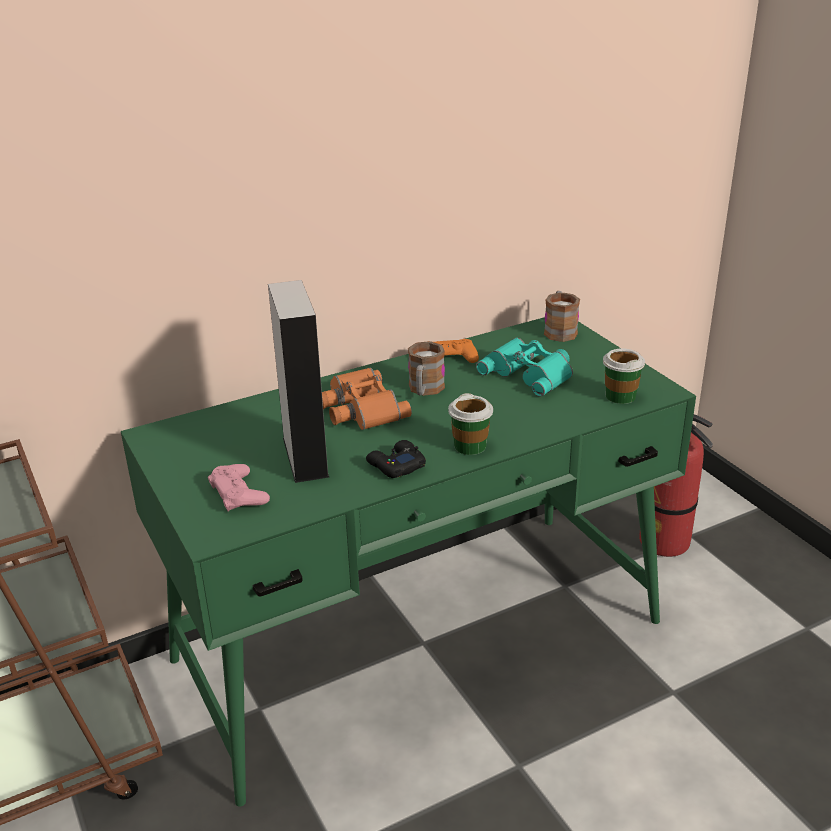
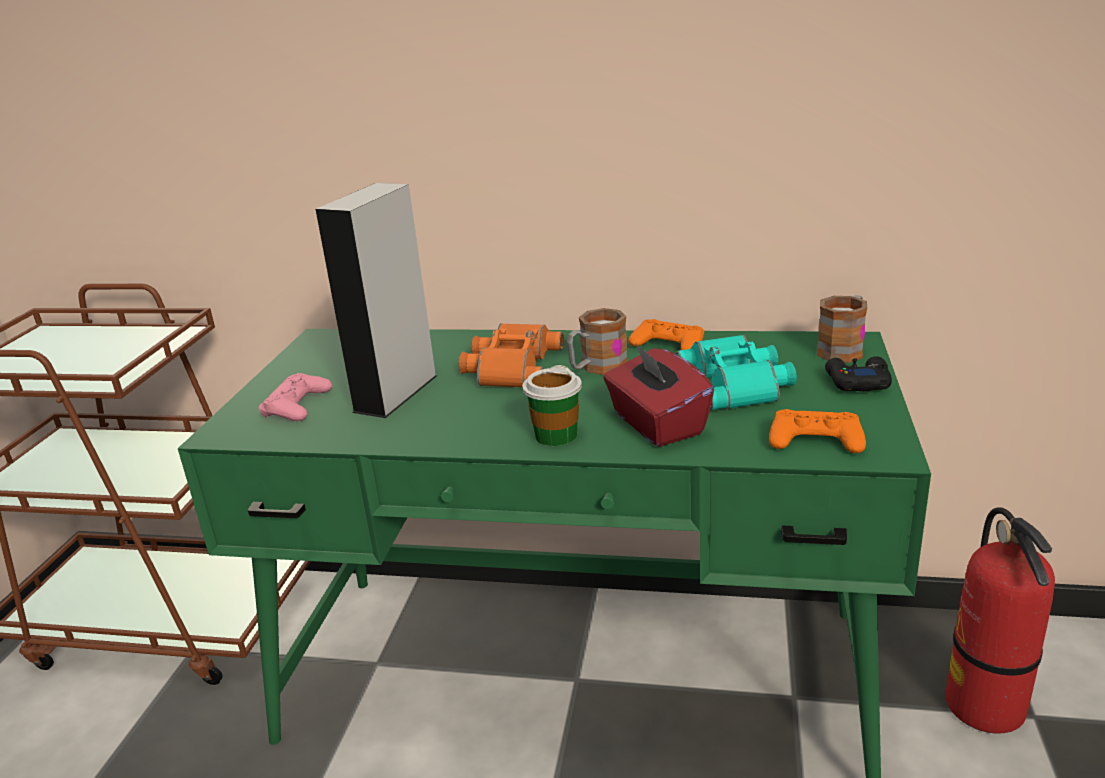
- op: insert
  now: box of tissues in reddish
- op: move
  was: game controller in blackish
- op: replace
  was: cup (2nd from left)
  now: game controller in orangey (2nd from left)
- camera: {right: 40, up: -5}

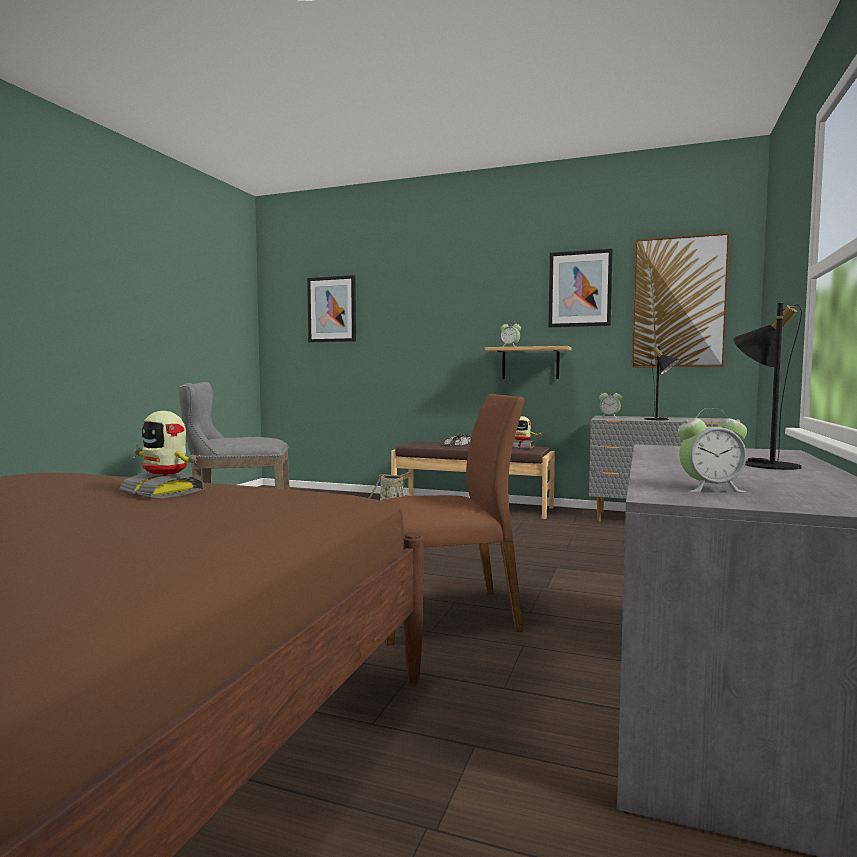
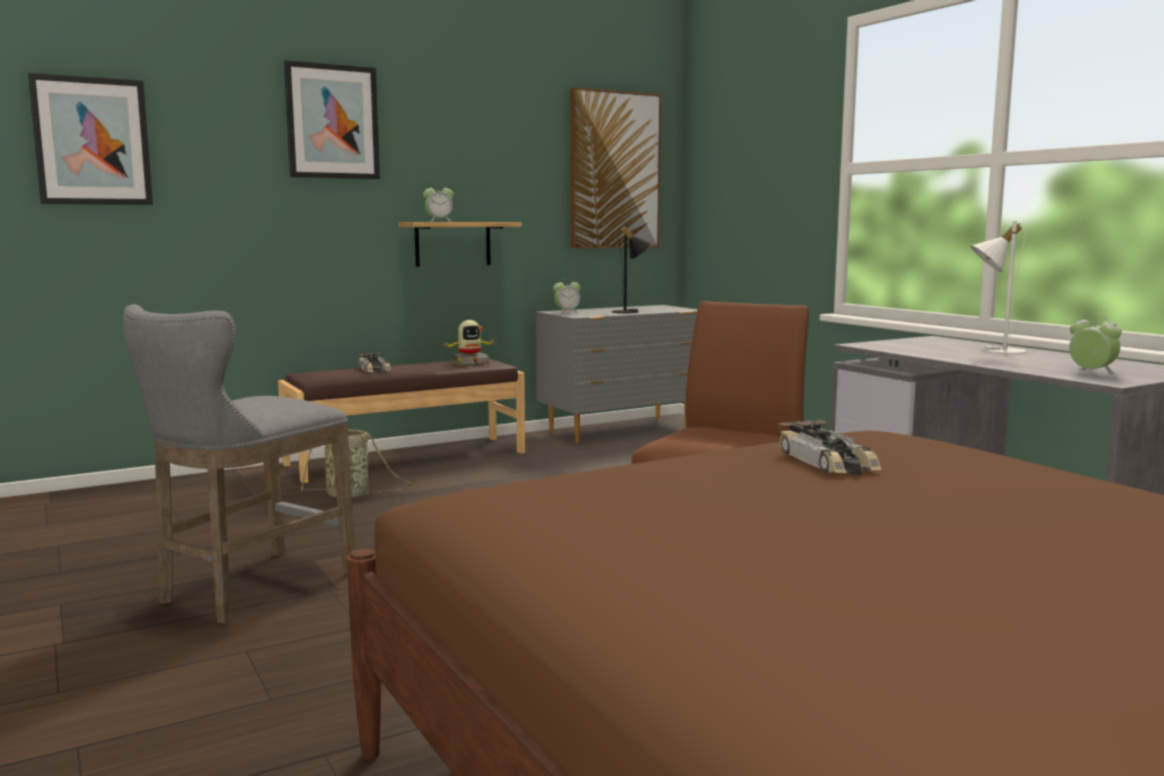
- op: move
  was: wall art (2nd from left)
- op: replace
  was: robot figure (1st from left)
  now: toy car (2nd from left)
- op: recolor
  was: lamp for a table in blackish (2nd from left)
  now: lamp for a table in white-coloured
- op: rotate
  was: table clock (3rd from left)
  clockwise: -75
- camera: {right: -50, up: 5}

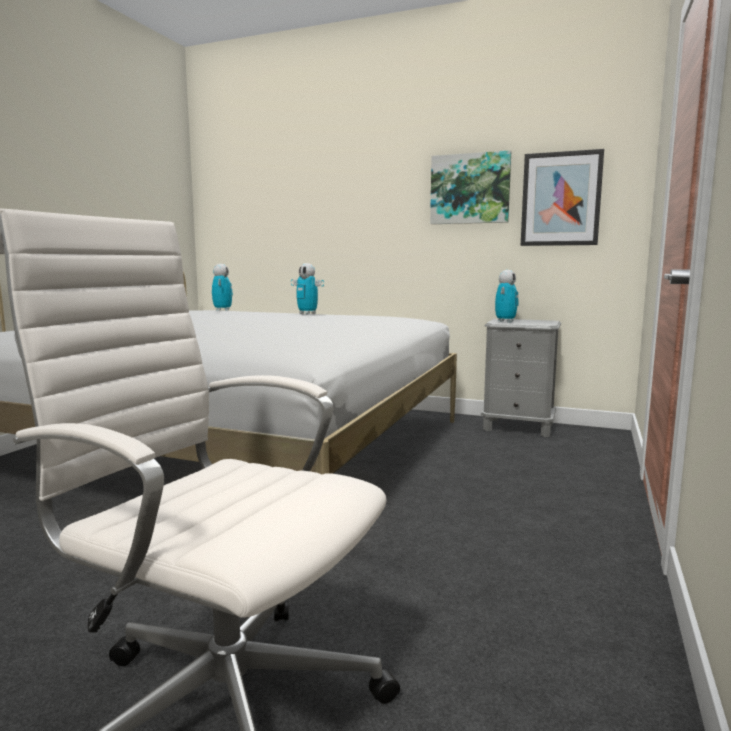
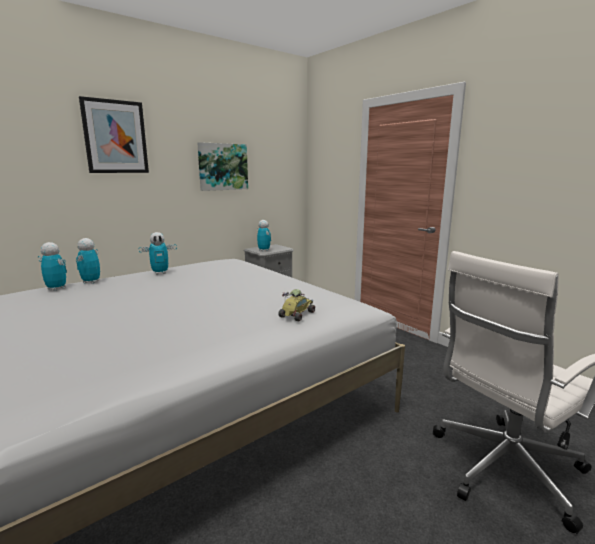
- op: insert
  now: robot figure (2nd from left)
- op: insert
  now: toy car
- op: move
  was: wall art (2nd from left in the first image)
  now: wall art (1st from left)
- camera: {right: -60, up: 5}

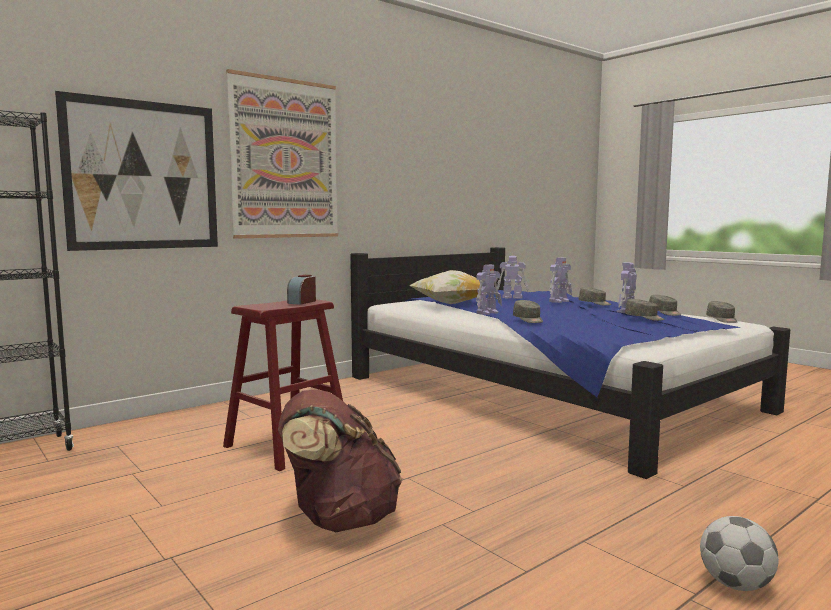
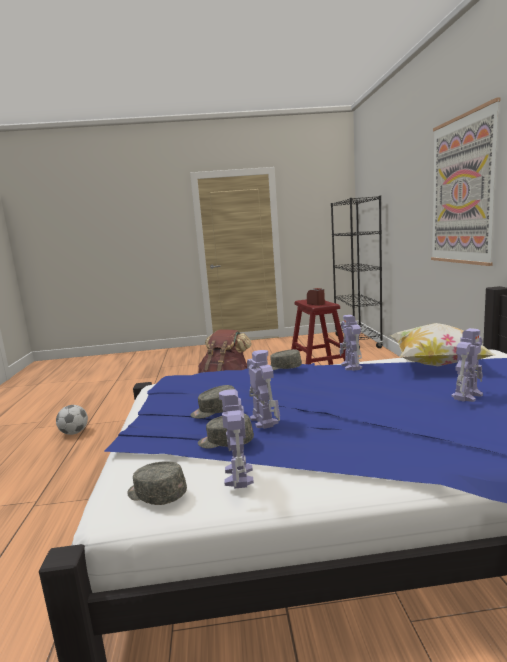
- op: delete
  was: wall art (1st from left)
- op: delete
  was: cap in gray (2nd from left)
- op: move
  was: robot figure (3rd from left in the first image)
  now: robot figure (1st from left)
- camera: {right: 125, up: 5}

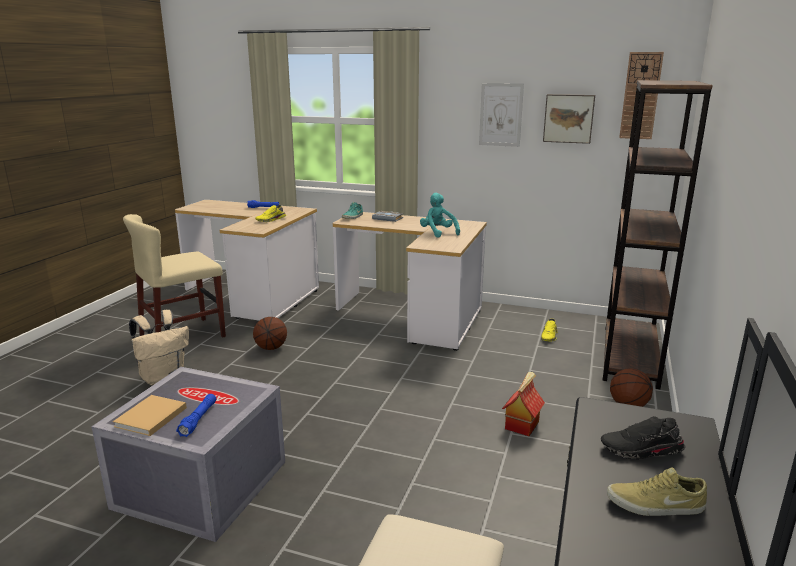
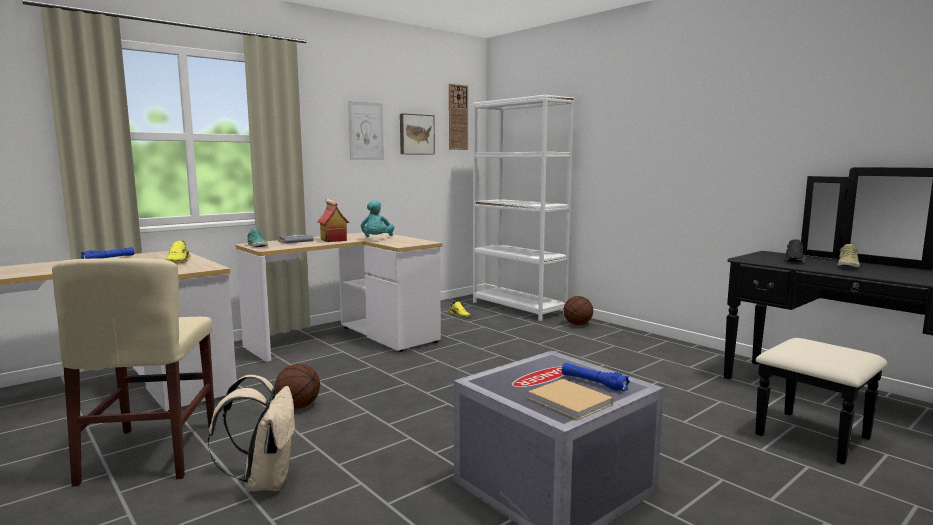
- op: move
  was: miniature house
- op: recolor
  was: shelving unit in brown
  now: shelving unit in white-coloured
- op: rotate
  was: plush toy in blue-green
  clockwise: -90
- camera: {right: -60, up: -10}

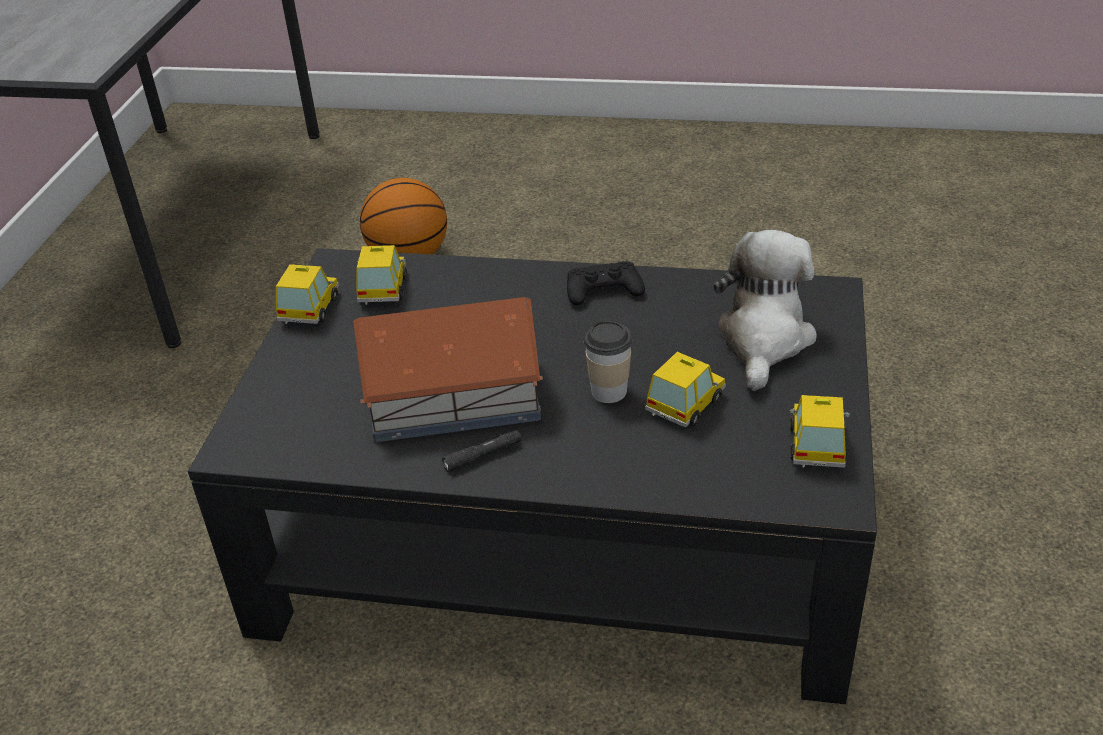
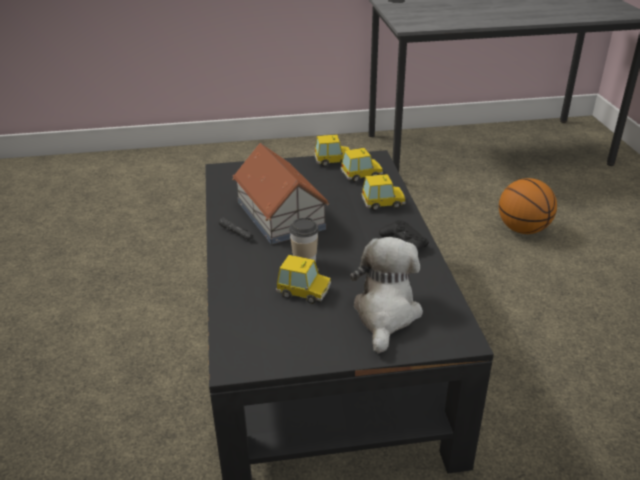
- op: move
  was: toy car (4th from left)
- op: rotate
  was: plush toy
  clockwise: -75
- camera: {right: 70, up: -5}

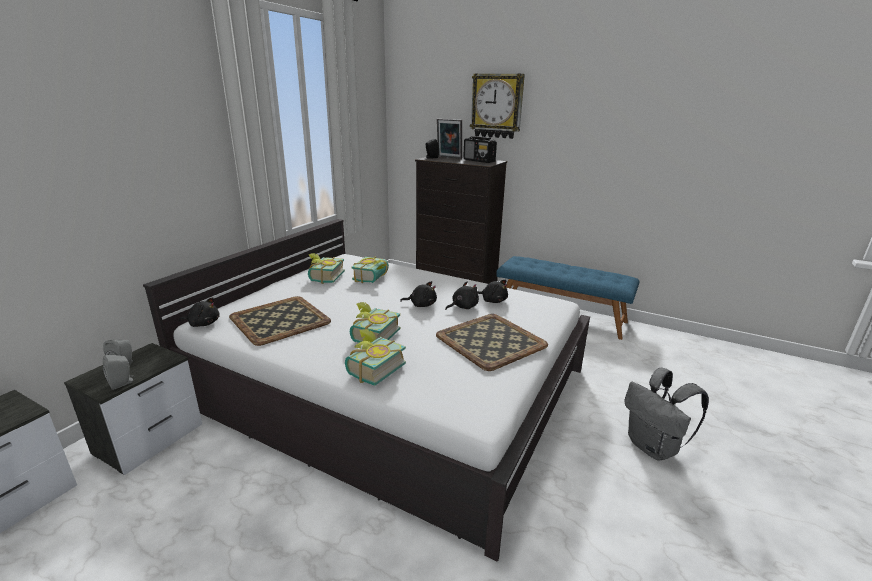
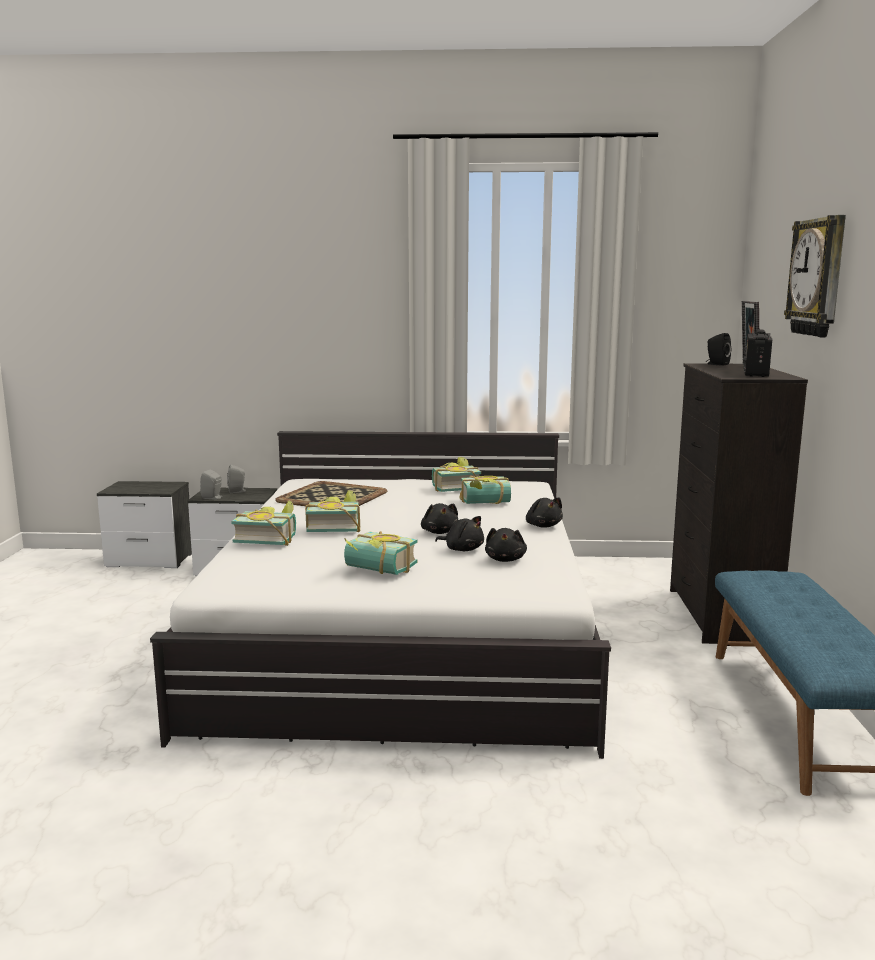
- op: delete
  was: rucksack in gray
- op: move
  was: plush toy in blackish (1st from left in the first image)
  now: plush toy in blackish (4th from left)
- op: replace
  was: serving tray (2nd from left)
  now: book (3rd from left)
- camera: {right: 65, up: -10}

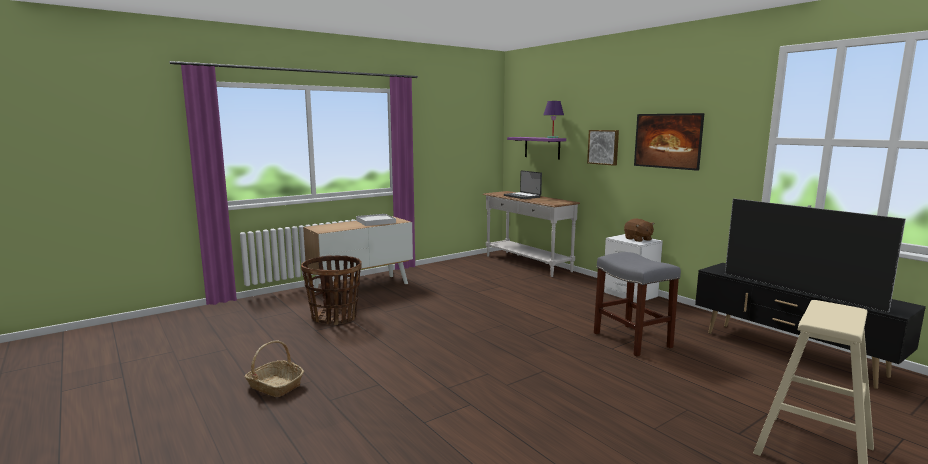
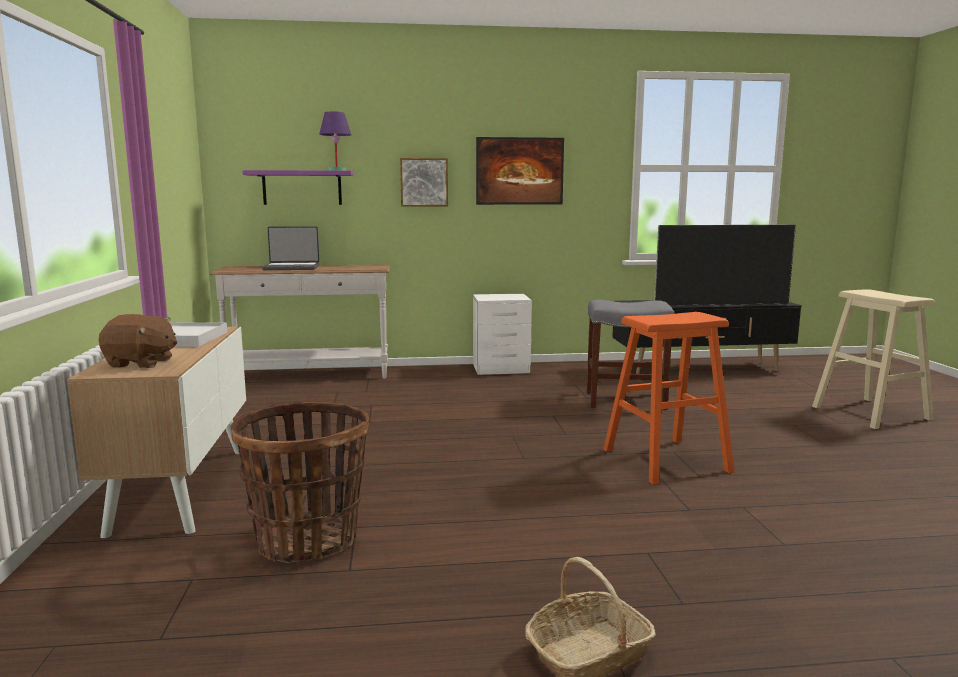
- op: insert
  now: sitting stool in orangey
- op: move
  was: plush toy in brown
- camera: {right: -60, up: 0}

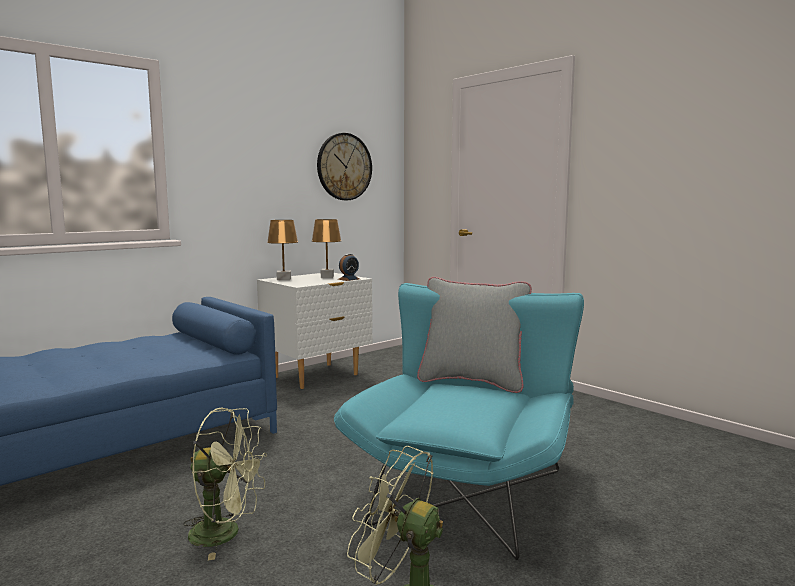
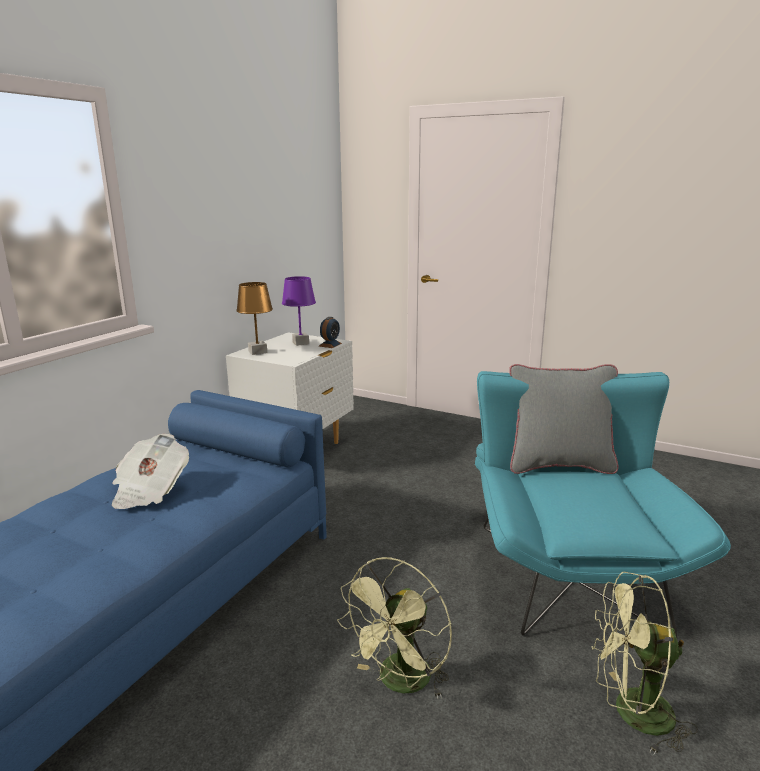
- op: delete
  was: hanging clock
- op: insert
  now: newspaper
- op: recolor
  was: lamp for a table in brown (2nd from left)
  now: lamp for a table in purplish
- op: rotate
  was: fan in greenish (1st from left)
  clockwise: 135
- camera: {right: -20, up: 10}

